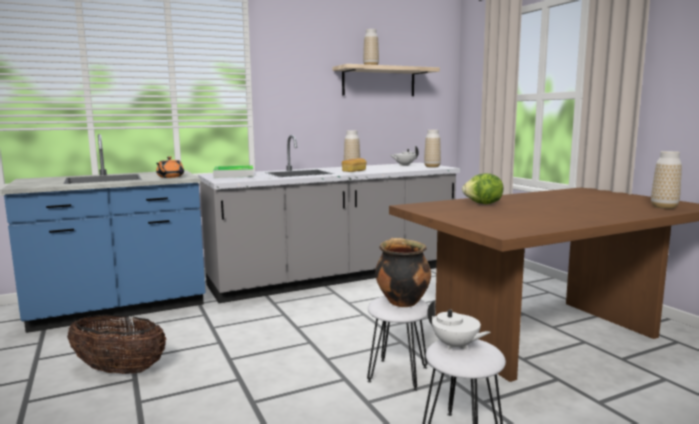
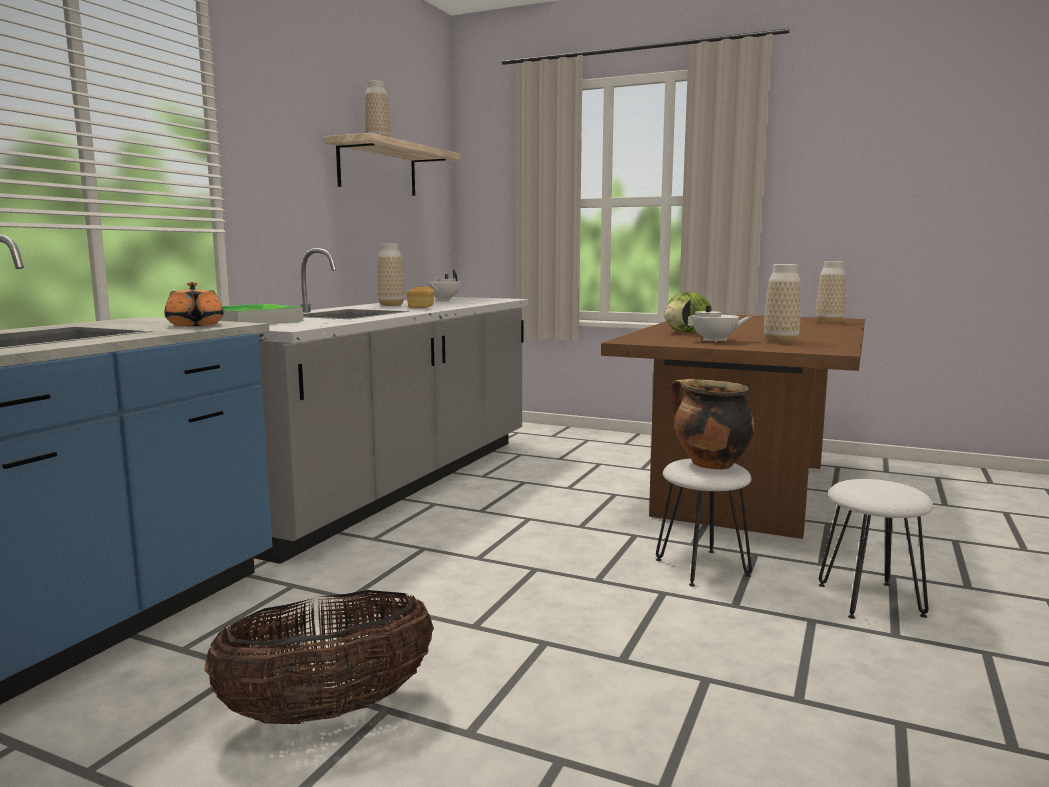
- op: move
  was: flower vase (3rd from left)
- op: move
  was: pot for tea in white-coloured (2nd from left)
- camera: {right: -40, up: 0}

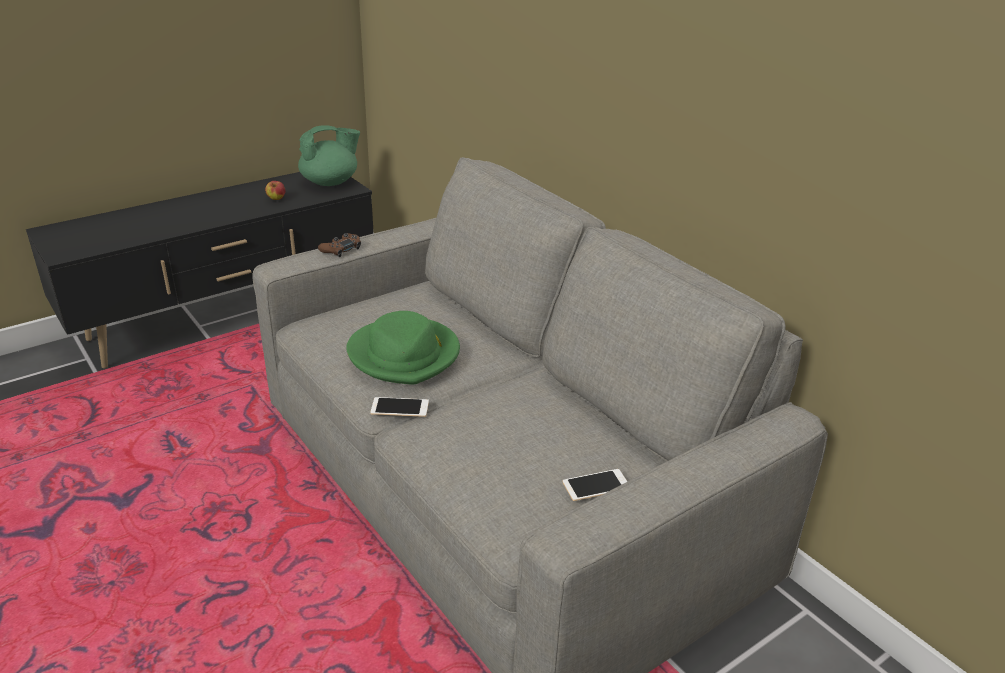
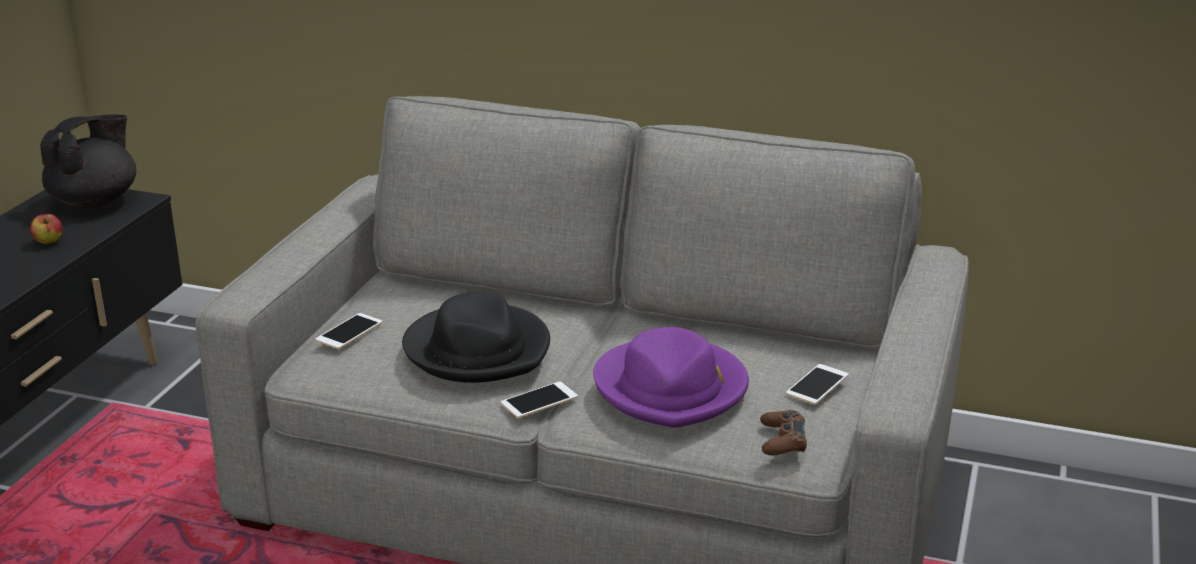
- op: insert
  now: phone (1st from left)
- op: insert
  now: wearable hat in purplish
- op: move
  was: game controller in brown
- op: recolor
  was: pot for tea in greenish
  now: pot for tea in blackish
- op: recolor
  was: wearable hat in greenish
  now: wearable hat in blackish
- camera: {right: -35, up: -5}

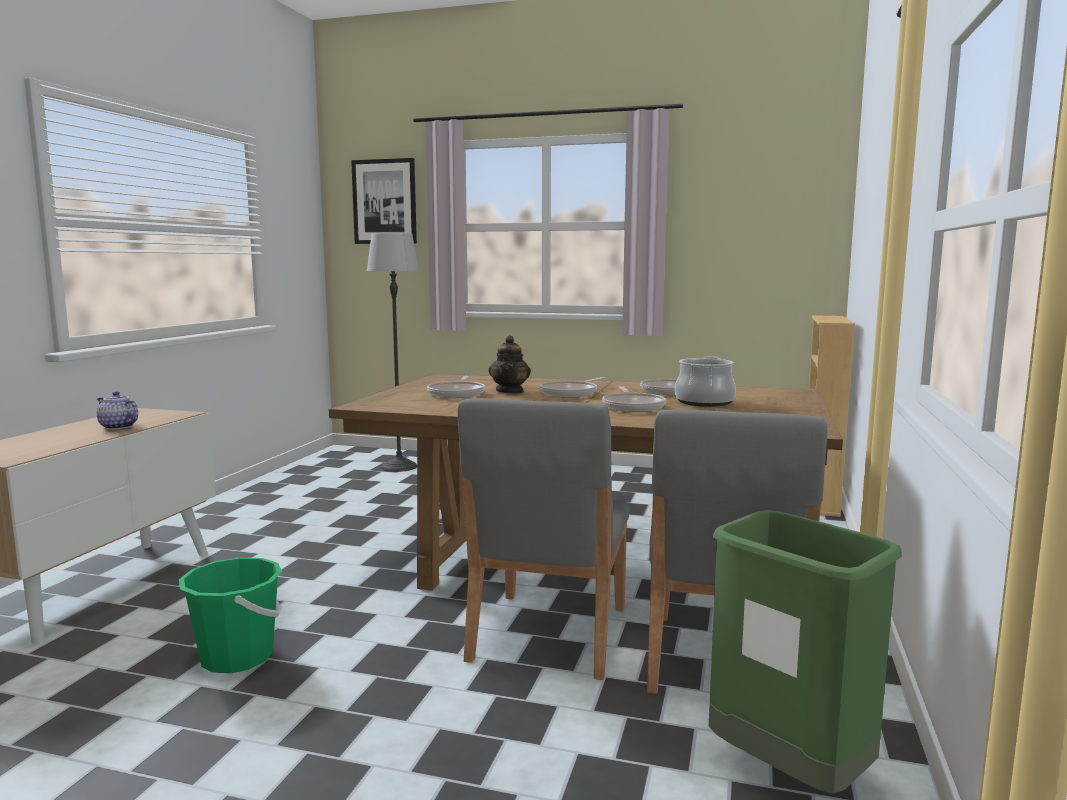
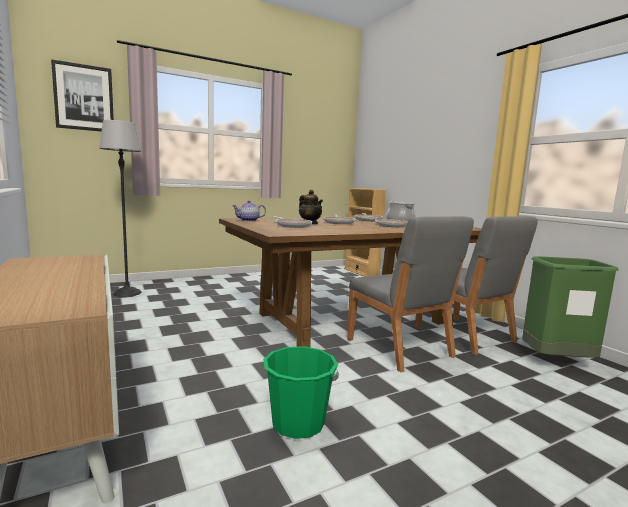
- op: move
  was: pot for tea (1st from left)
- camera: {right: -45, up: 0}

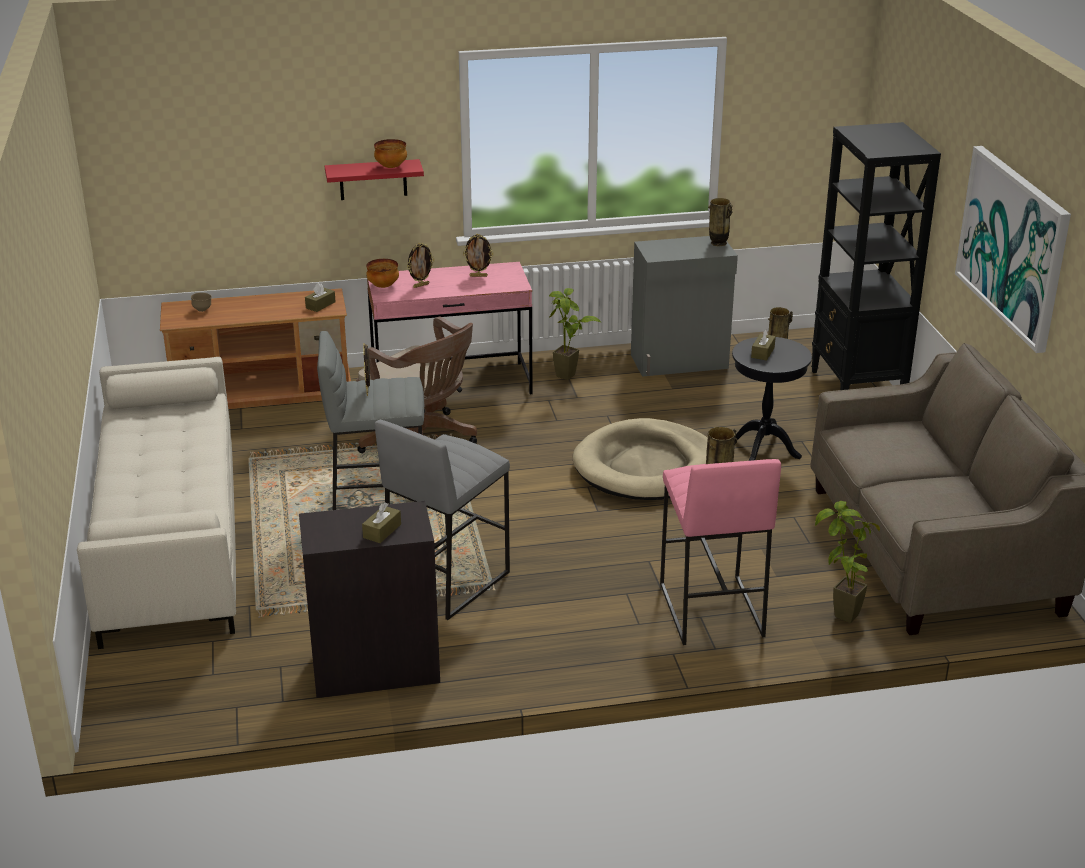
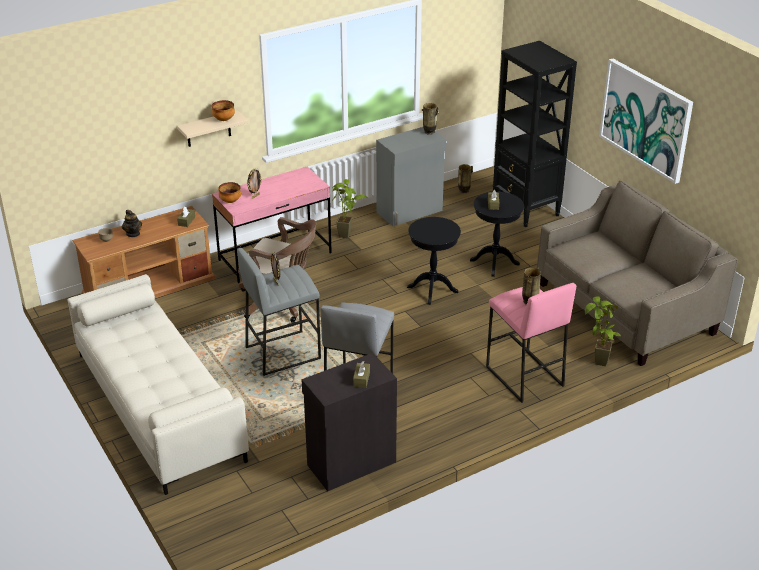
- op: delete
  was: picture frame (3rd from left)
- op: insert
  now: pot for tea
- op: replace
  was: dog cushion in beige
  now: accent table in blackish (1st from left)
- op: recolor
  was: shelf in reddish
  now: shelf in beige
- camera: {right: -20, up: 5}

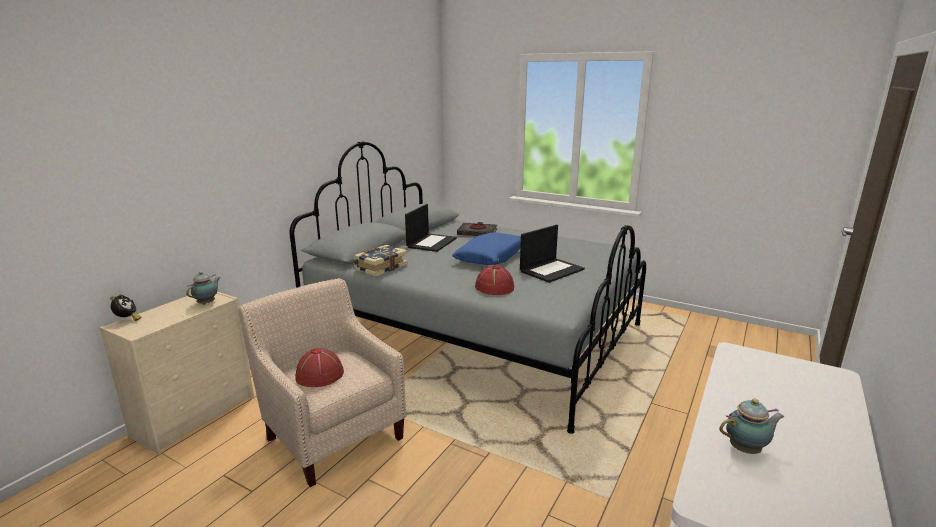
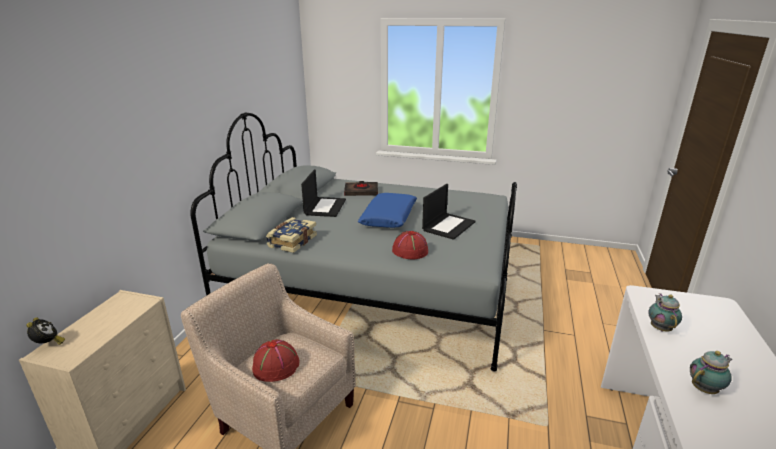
- op: move
  was: pot for tea (1st from left)
- camera: {right: -15, up: 5}

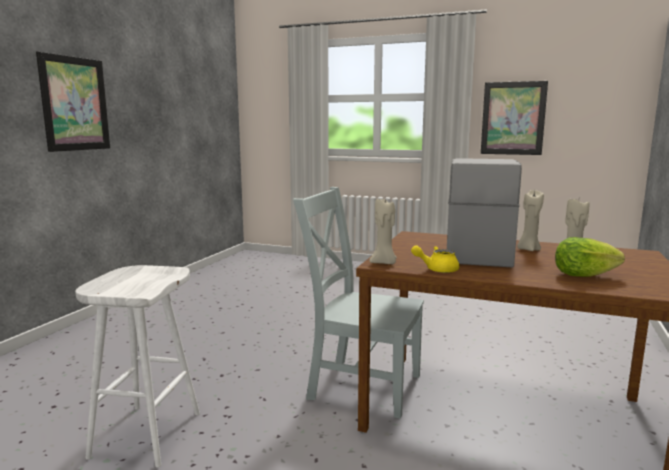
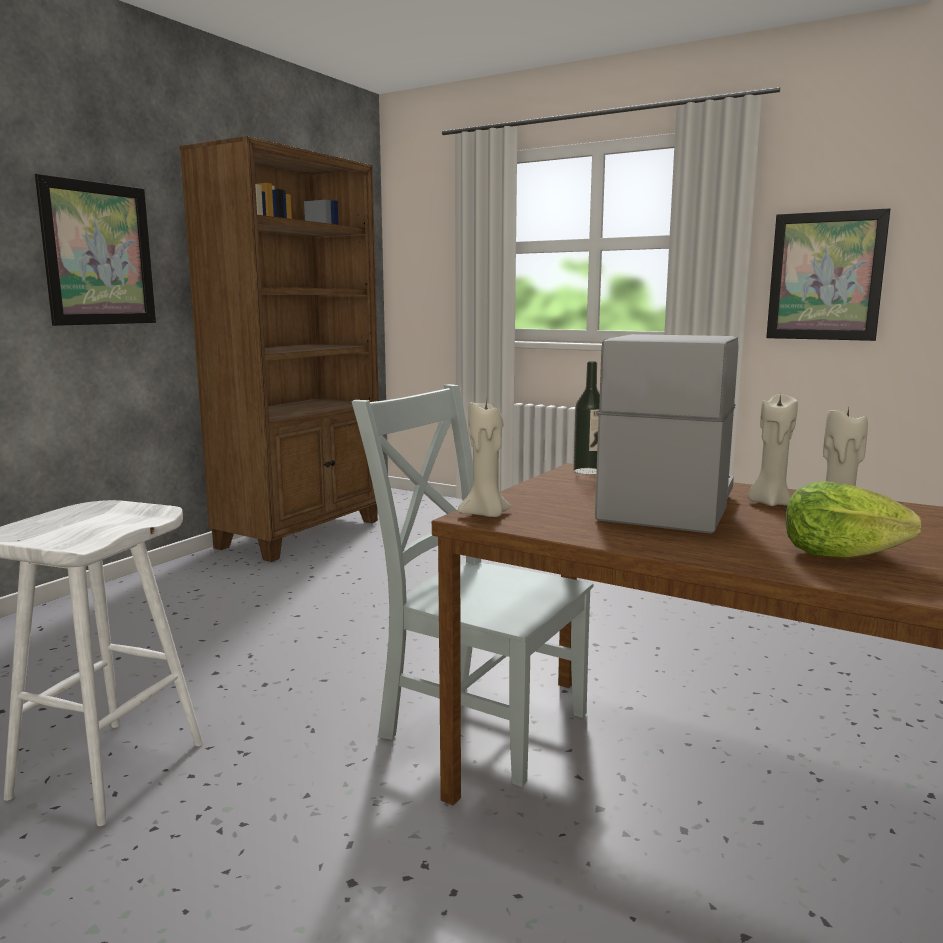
- op: delete
  was: pot for tea in yellowish
- op: insert
  now: shelving unit in brown
- op: insert
  now: drink bottle
- camera: {right: 10, up: 0}

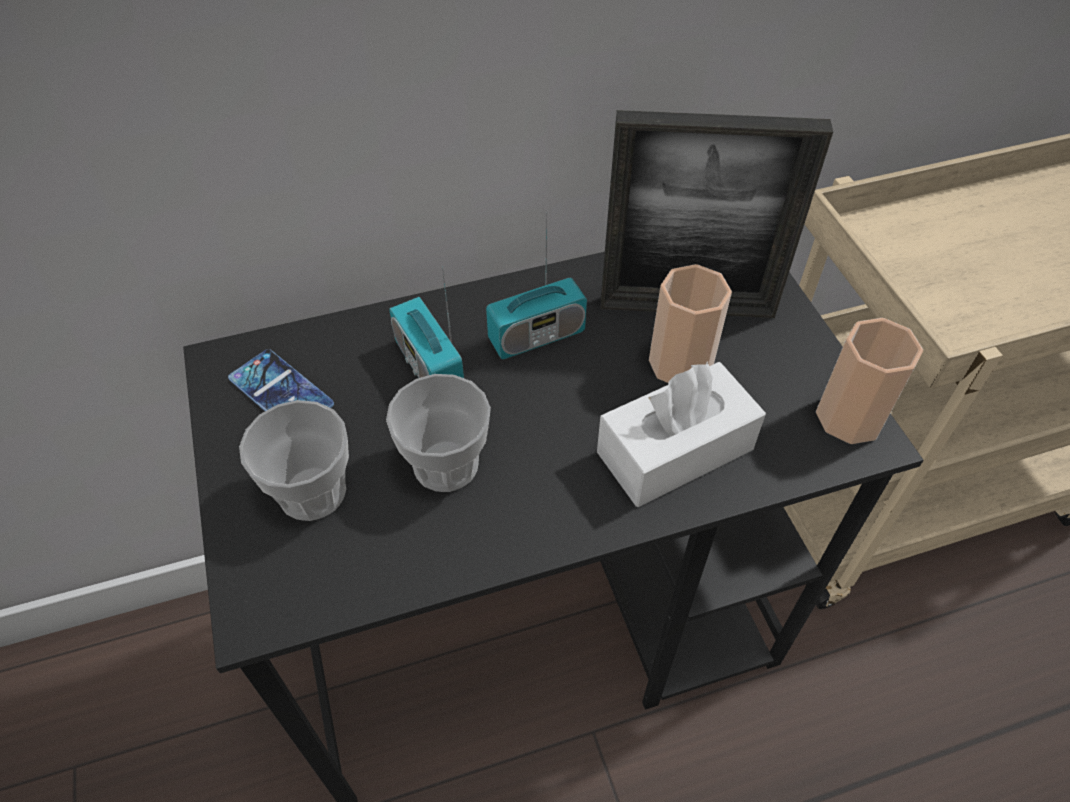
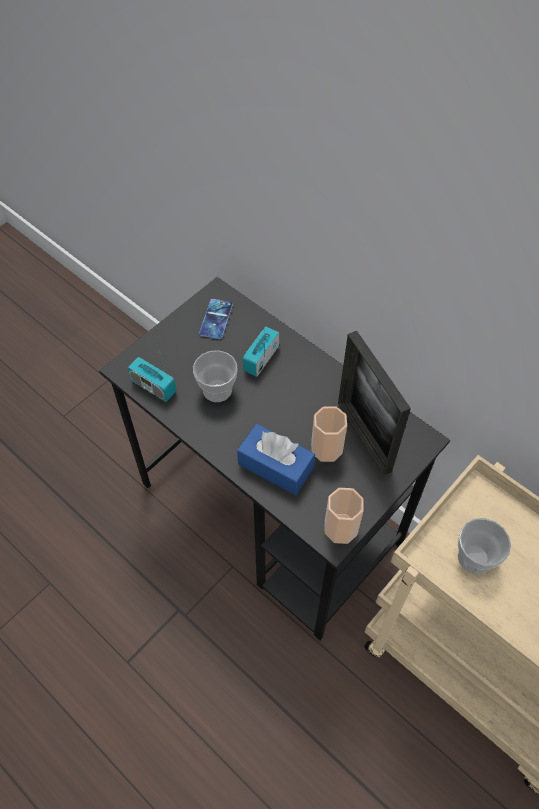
- op: move
  was: cup (1st from left in the first image)
  now: cup (4th from left)
- op: move
  was: radio receiver (2nd from left in the first image)
  now: radio receiver (1st from left)
- op: recolor
  was: box of tissues in white-coloured
  now: box of tissues in blue
- camera: {right: 60, up: 5}

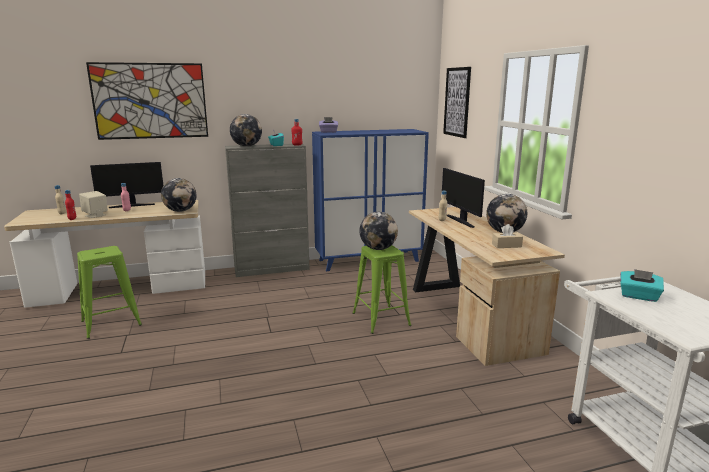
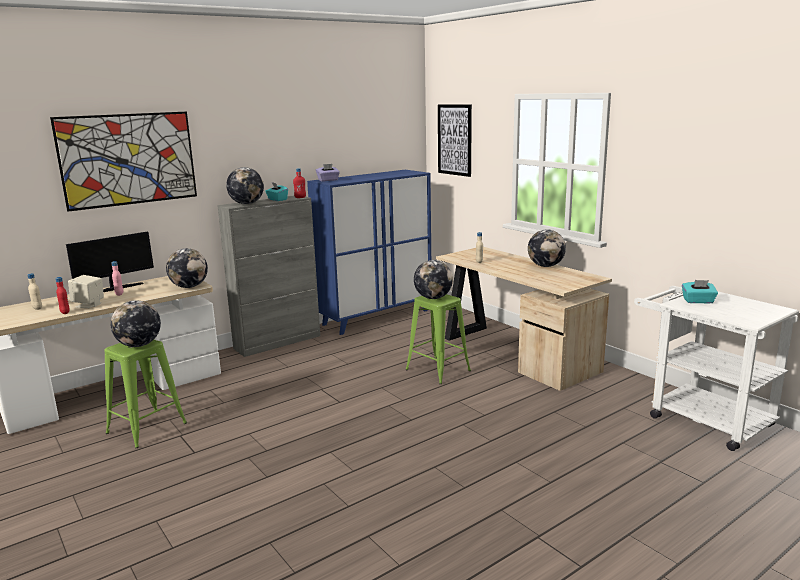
- op: delete
  was: monitor (2nd from left)
- op: delete
  was: box of tissues in beige
- op: insert
  now: world globe (1st from left)
- camera: {right: -20, up: 0}

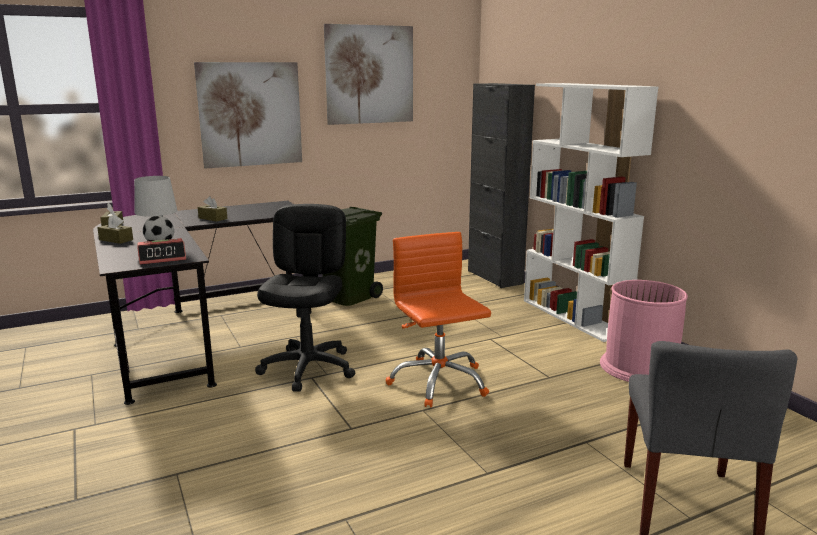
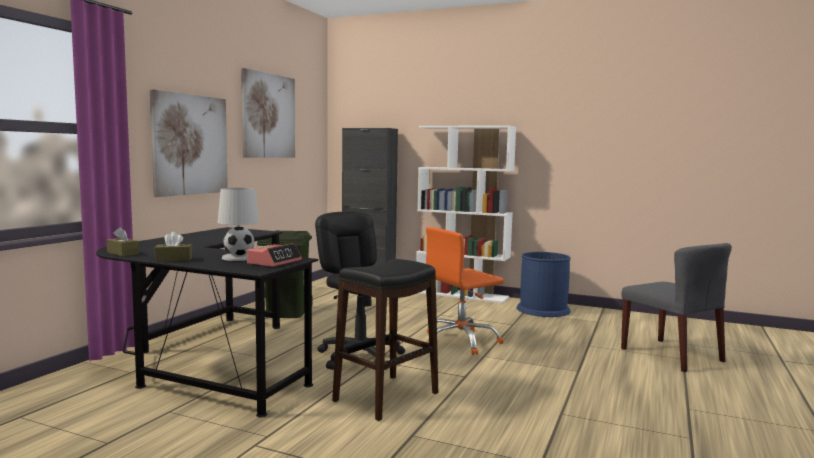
- op: delete
  was: box of tissues in brown (3rd from left)
- op: insert
  now: sitting stool in blackish
- op: recolor
  was: rubbish bin in pink
  now: rubbish bin in blue
- op: rotate
  was: desk chair in orangey
  clockwise: -60
- camera: {right: -40, up: -10}

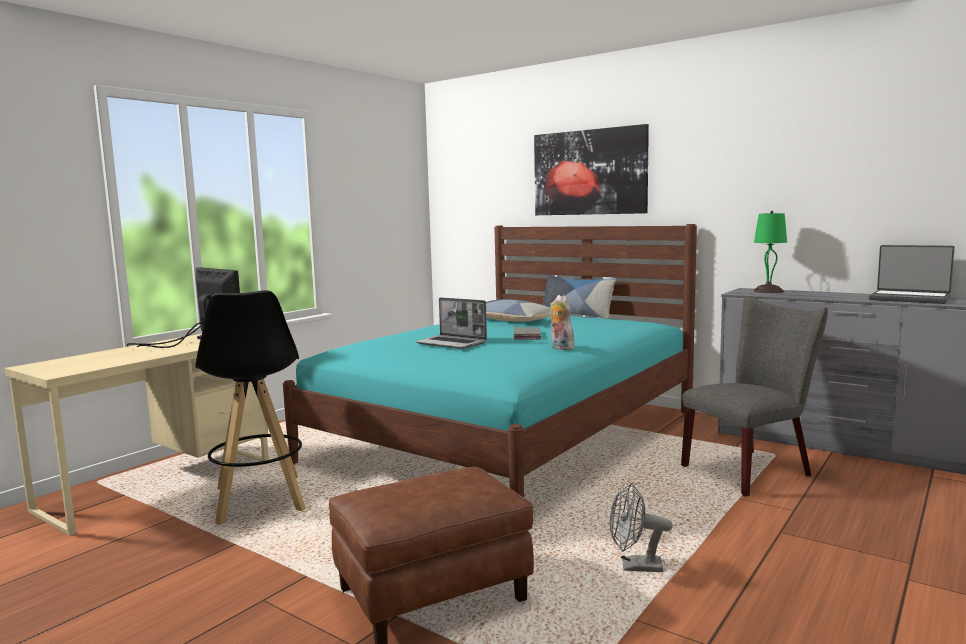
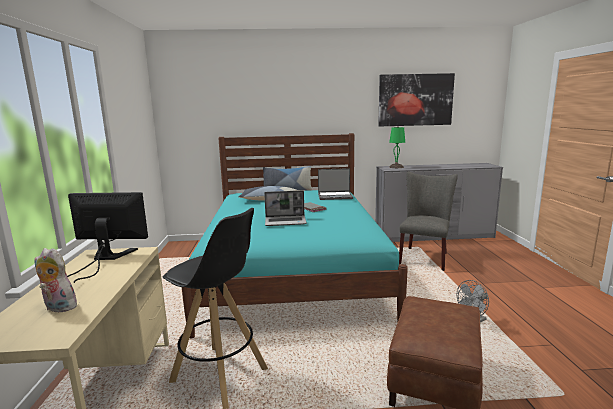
- op: move
  was: wall art
- op: move
  was: plush toy
- op: move
  was: laptop (2nd from left)
- camera: {right: -40, up: 5}

